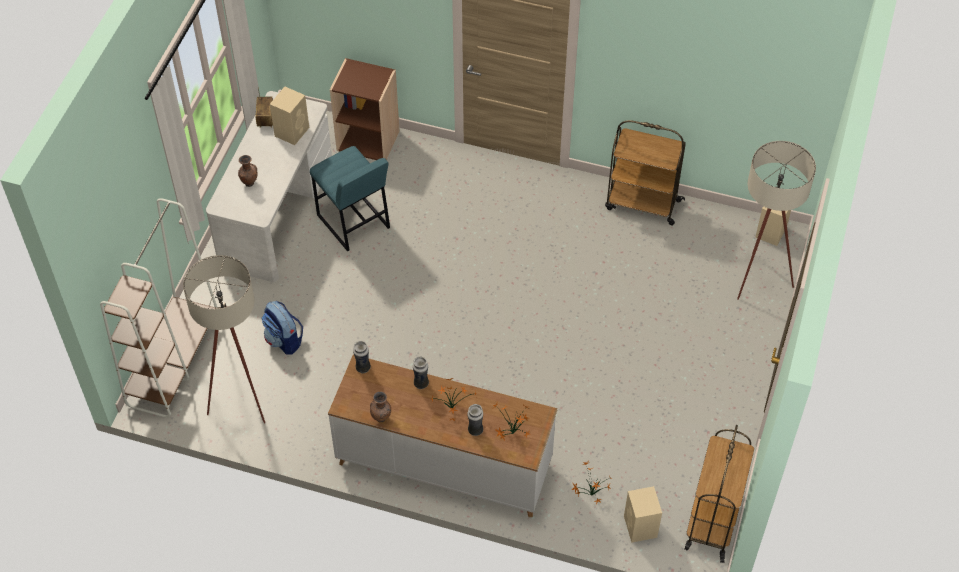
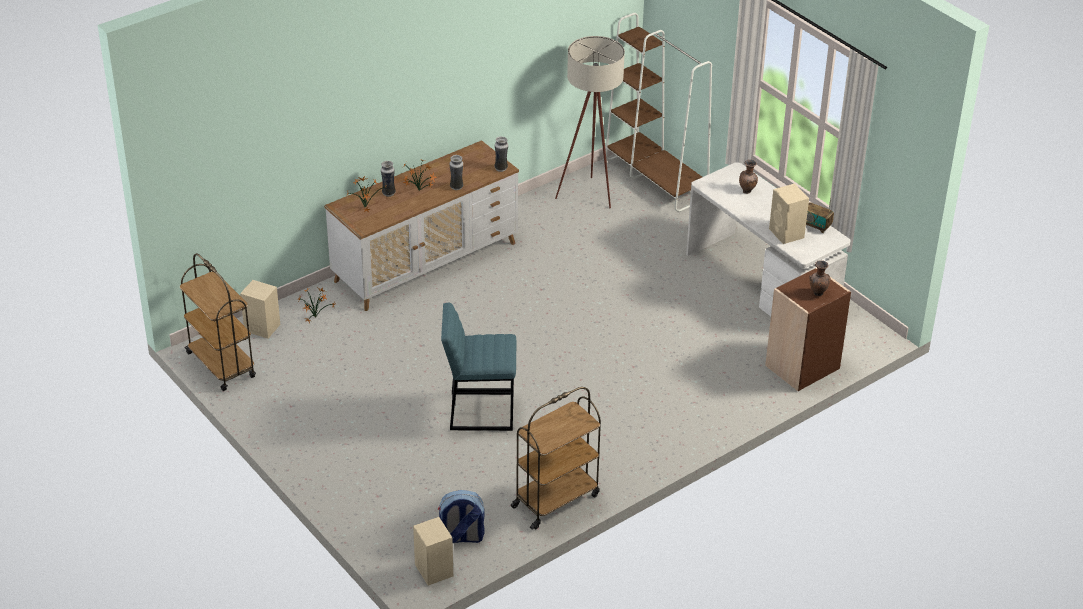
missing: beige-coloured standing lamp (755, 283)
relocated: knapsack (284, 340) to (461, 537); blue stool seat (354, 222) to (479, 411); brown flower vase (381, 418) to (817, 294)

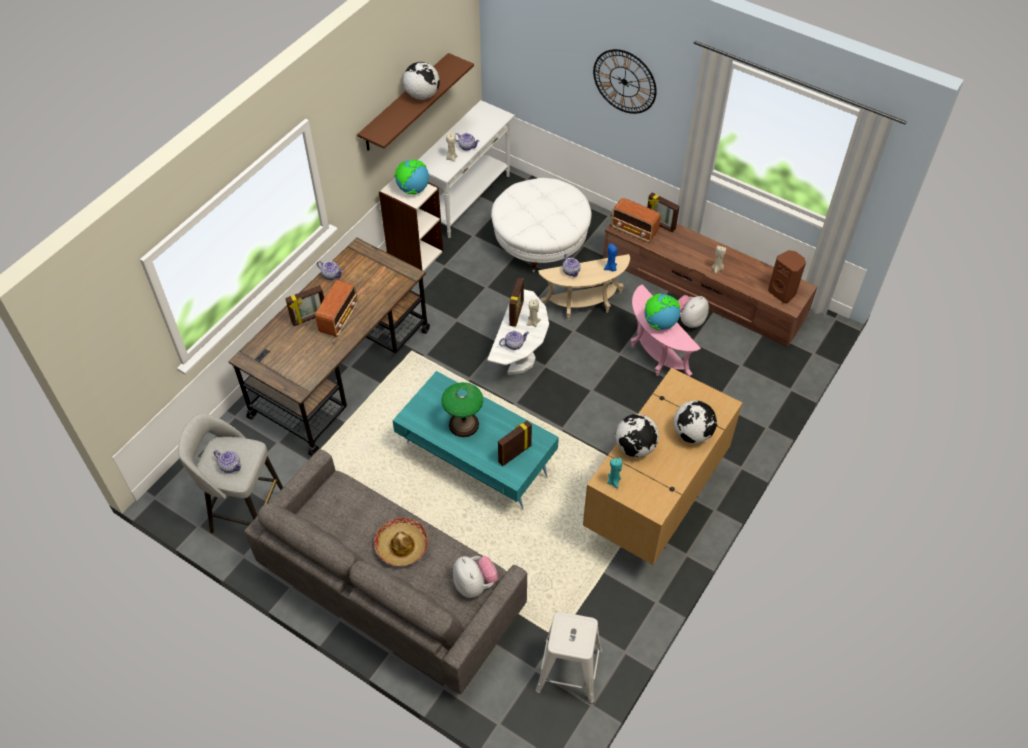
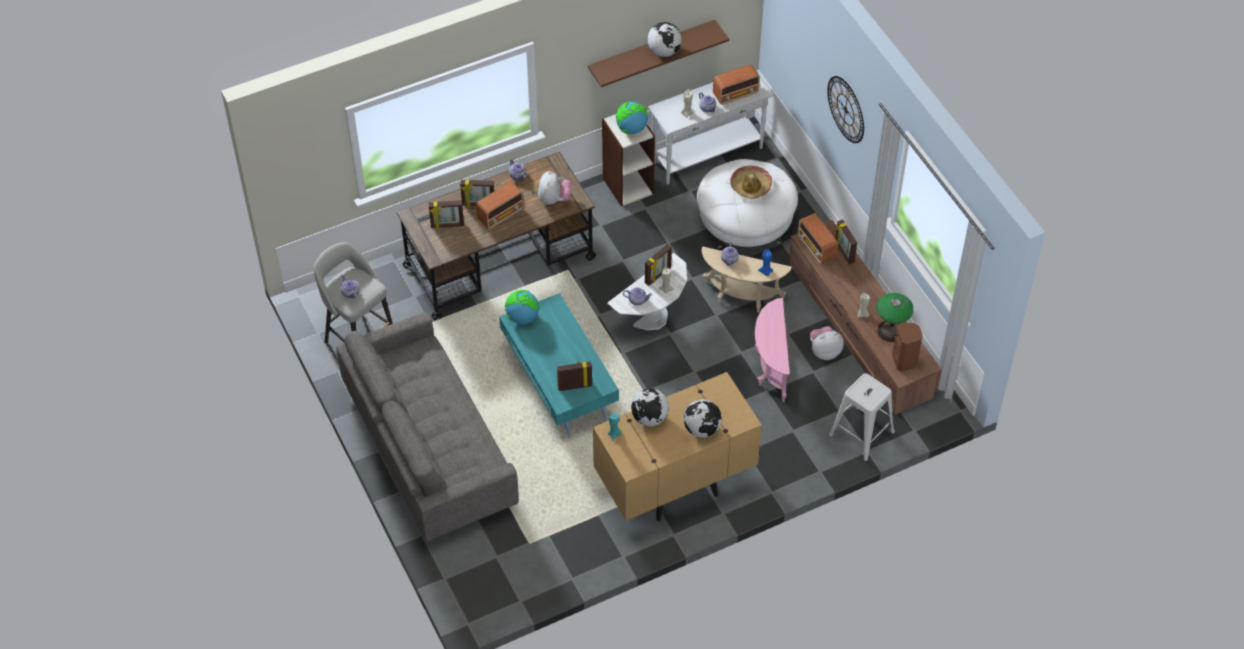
appeared: standing frame (447, 225); radio receiver (736, 94)
relocated: world globe (659, 323) to (522, 317); plush toy (475, 584) to (554, 199); wearable hat (401, 545) to (751, 186); whitish stool seat (569, 671) to (861, 433); table lamp (463, 424) to (890, 331)

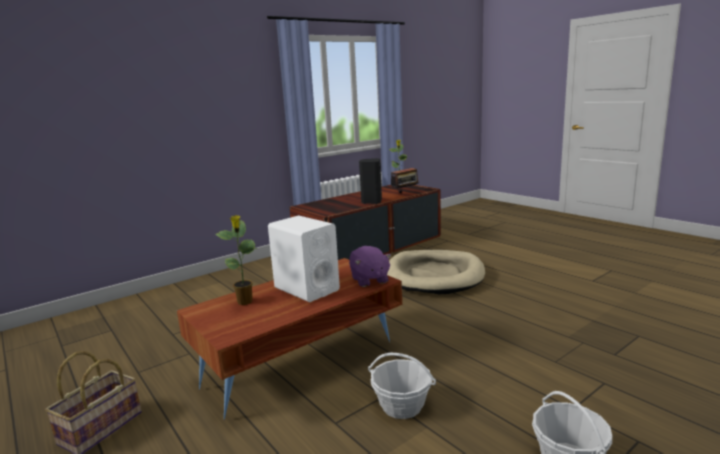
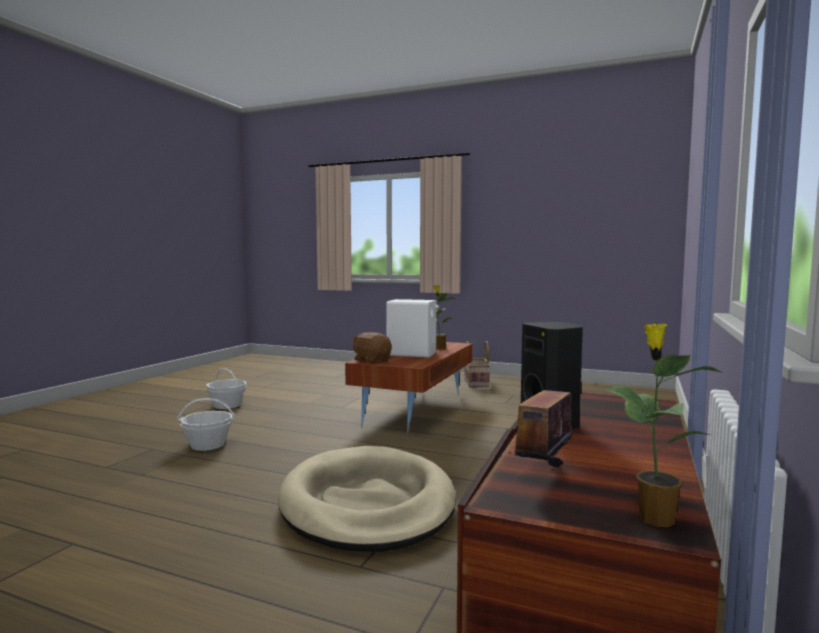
relocated: storage basket (401, 406) to (208, 445)
colour: purple plush toy (369, 280) to brown plush toy (372, 360)

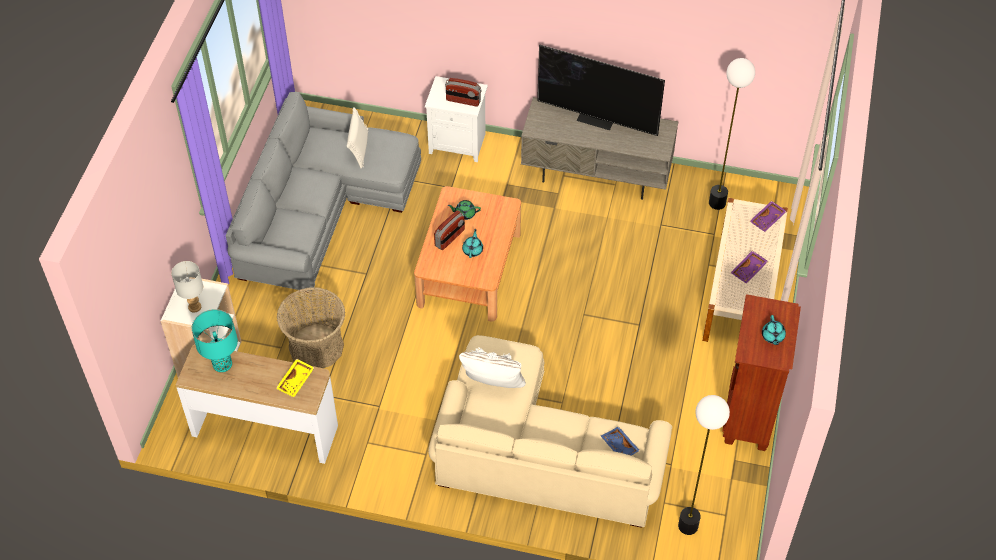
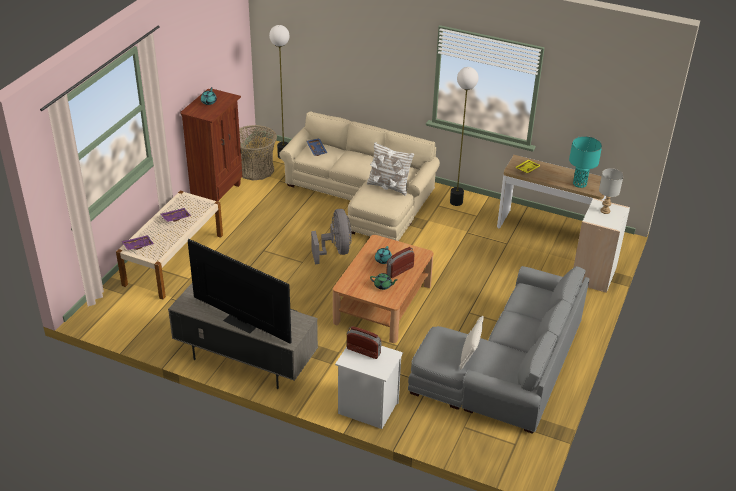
appeared: grey cooling fan (335, 251)
relocated: storage basket (316, 347) to (255, 170); standing lamp (716, 203) to (456, 202)

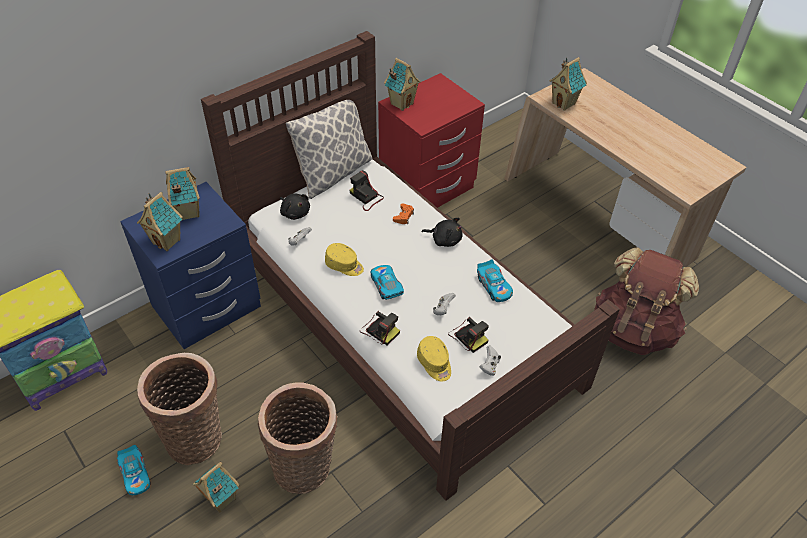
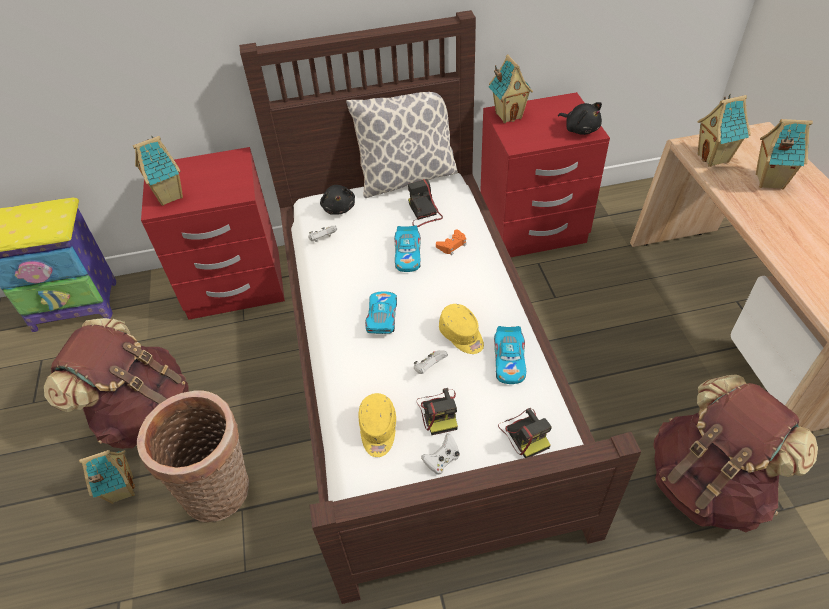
relocated: model car (135, 474) to (408, 255); yellow-coloured cap (344, 265) to (462, 336); still camera (379, 330) to (524, 433); black plush toy (444, 239) to (580, 129); miniature house (188, 212) to (768, 181)
exchanged: storage basket (196, 436) to brown knapsack (142, 412)
colour: blue night table (207, 307) to reddish night table (235, 285)

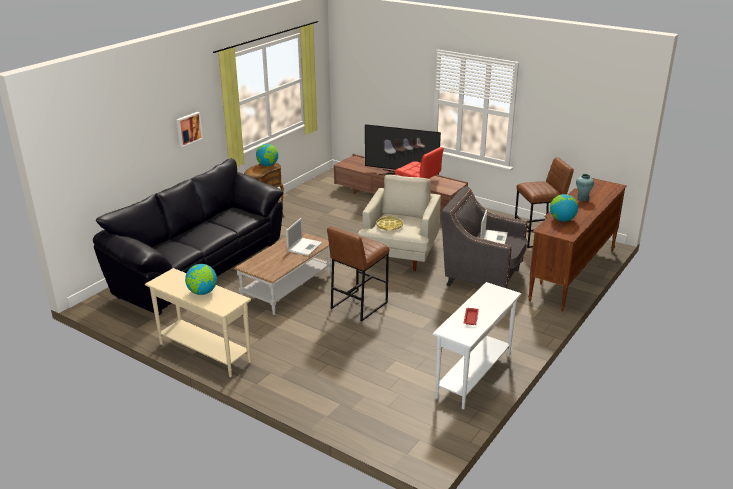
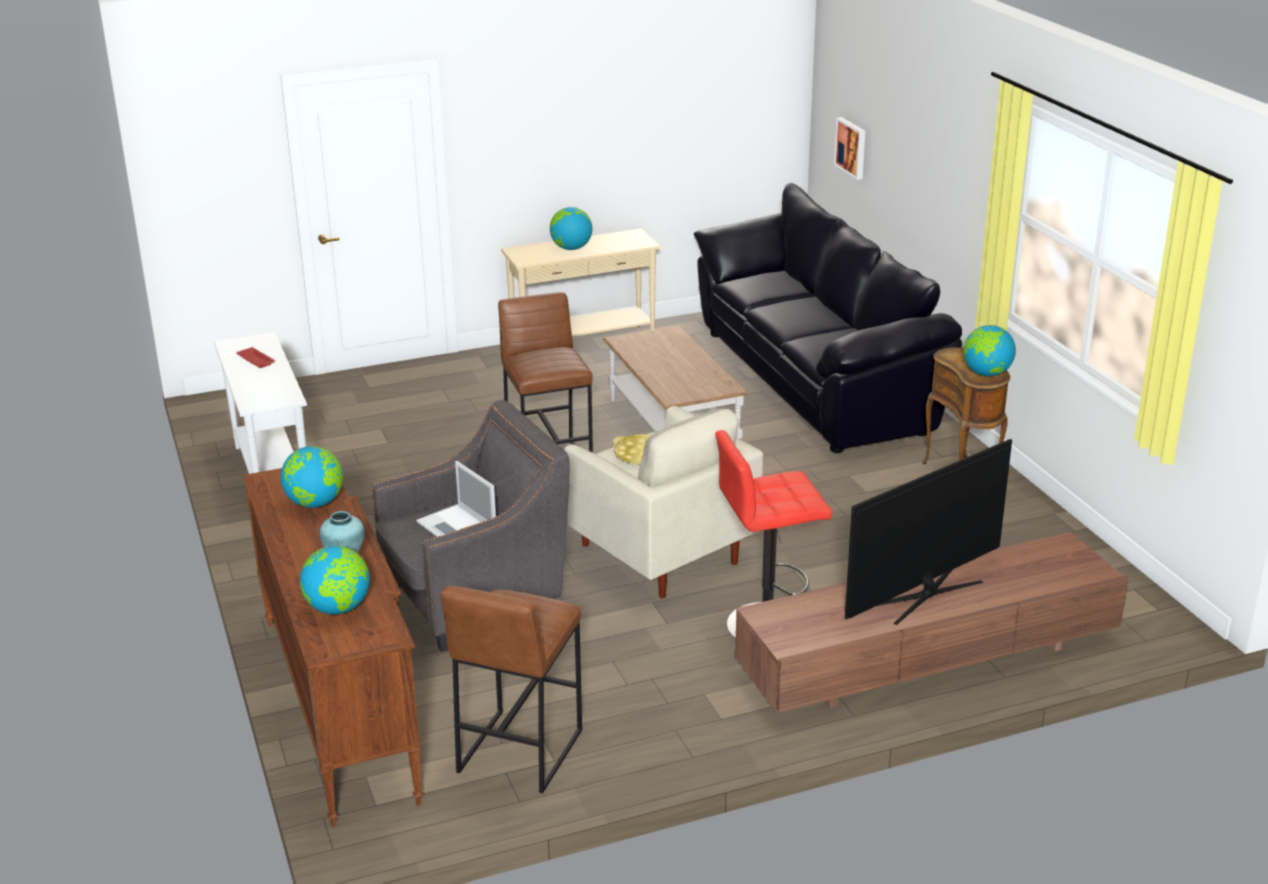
missing: laptop (305, 246)
appeared: world globe (338, 608)
relocated: wall picture (188, 129) to (852, 147)

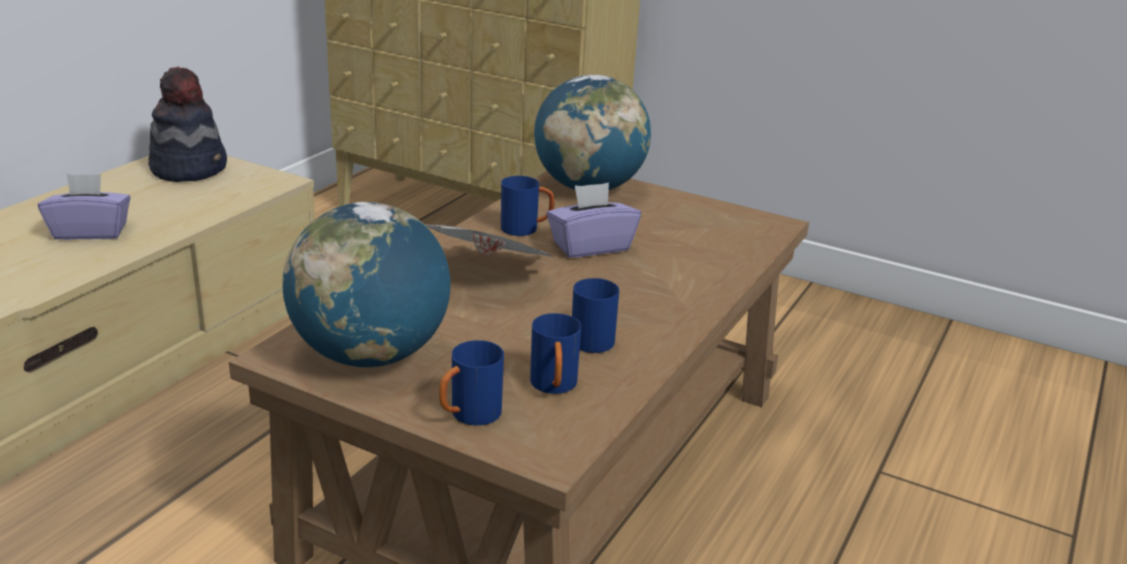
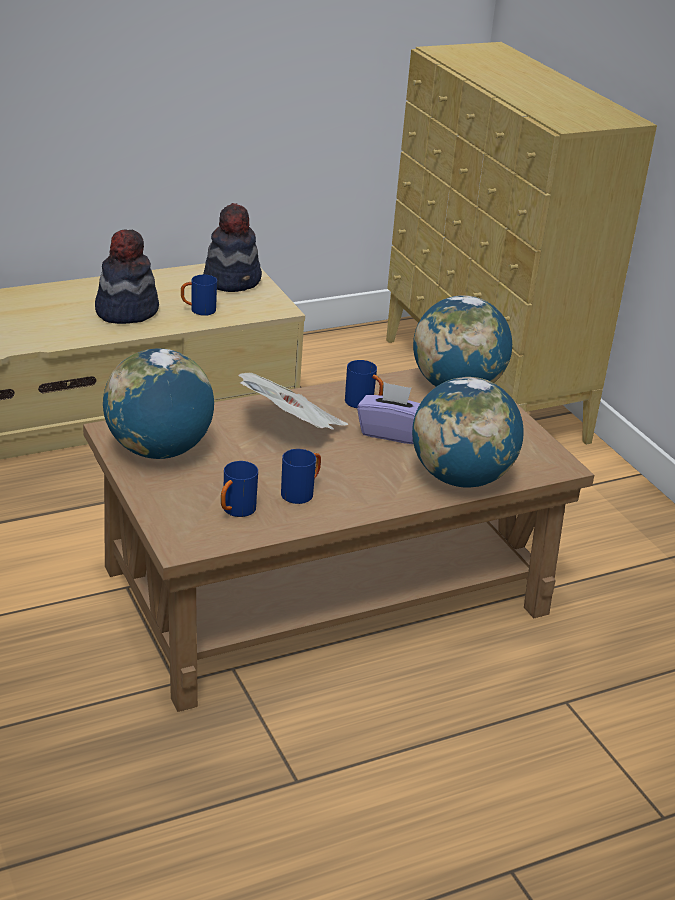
appeared: world globe (461, 478)
relocated: blue coffee mug (468, 416) to (198, 310)
exchanged: purple tissue holder (90, 232) to wearable hat (126, 310)

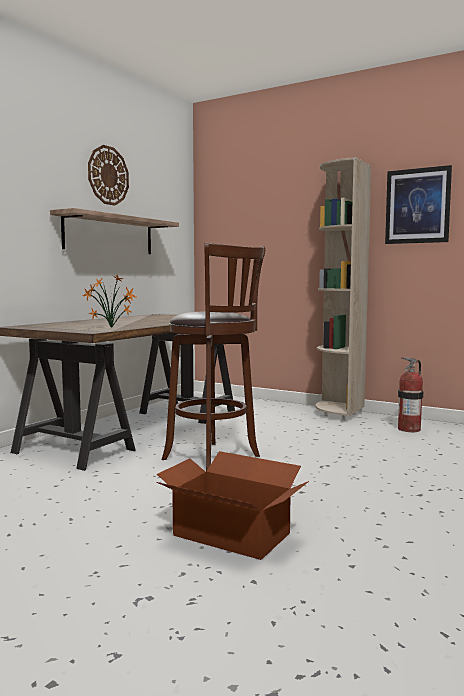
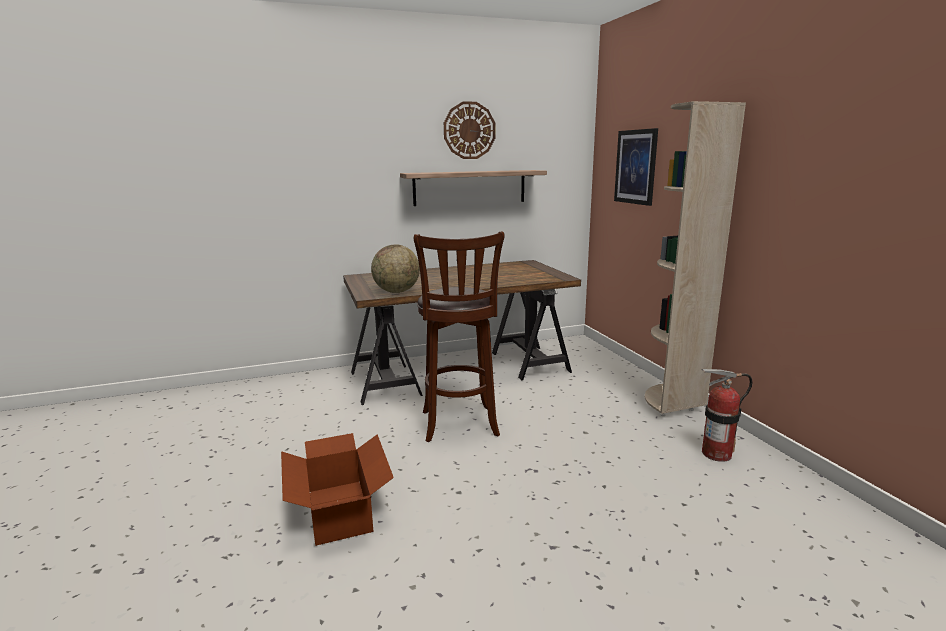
relocated: wall picture (417, 206) to (636, 167)
exchanged: plant in a pot (112, 328) to world globe (397, 291)

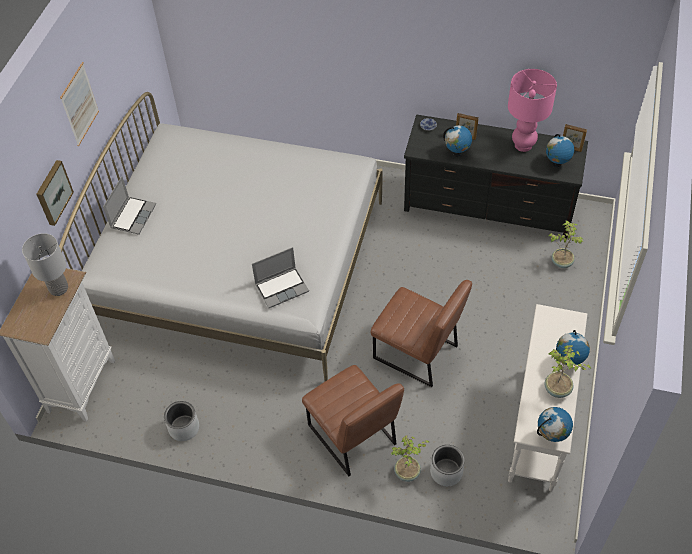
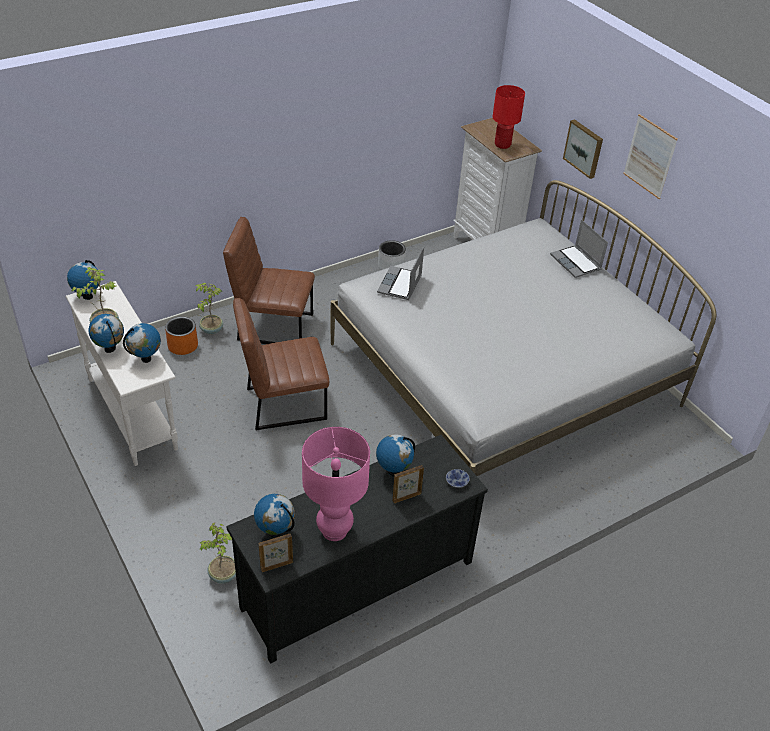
appeared: world globe (146, 359)
colour: grey plant pot (446, 472) to orange-coloured plant pot (182, 345); grey table lamp (59, 289) to reddish table lamp (502, 146)

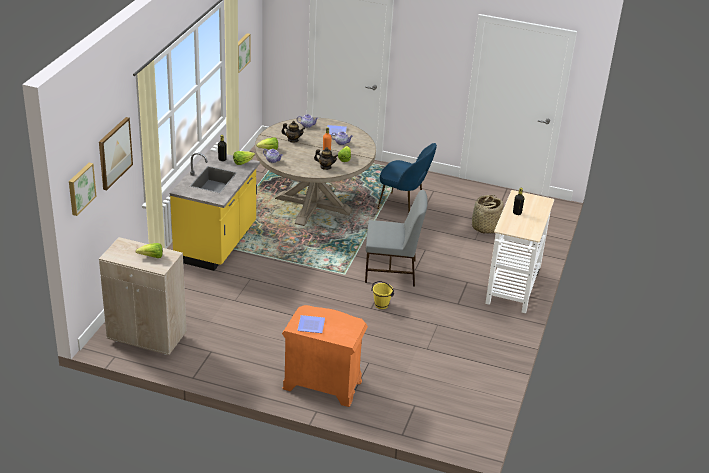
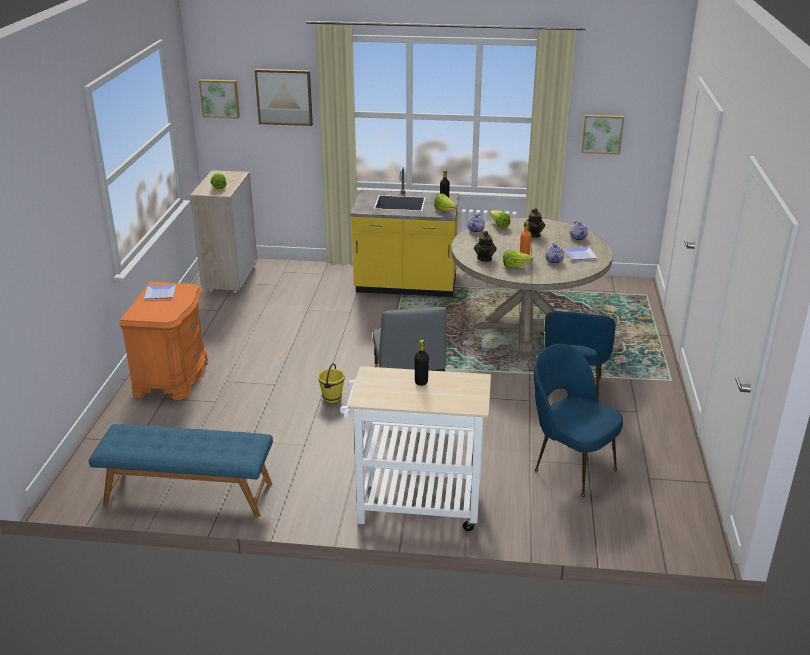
appeared: blue bench (188, 494)
exchanged: storage basket (485, 227) to blue upright chair (570, 467)

